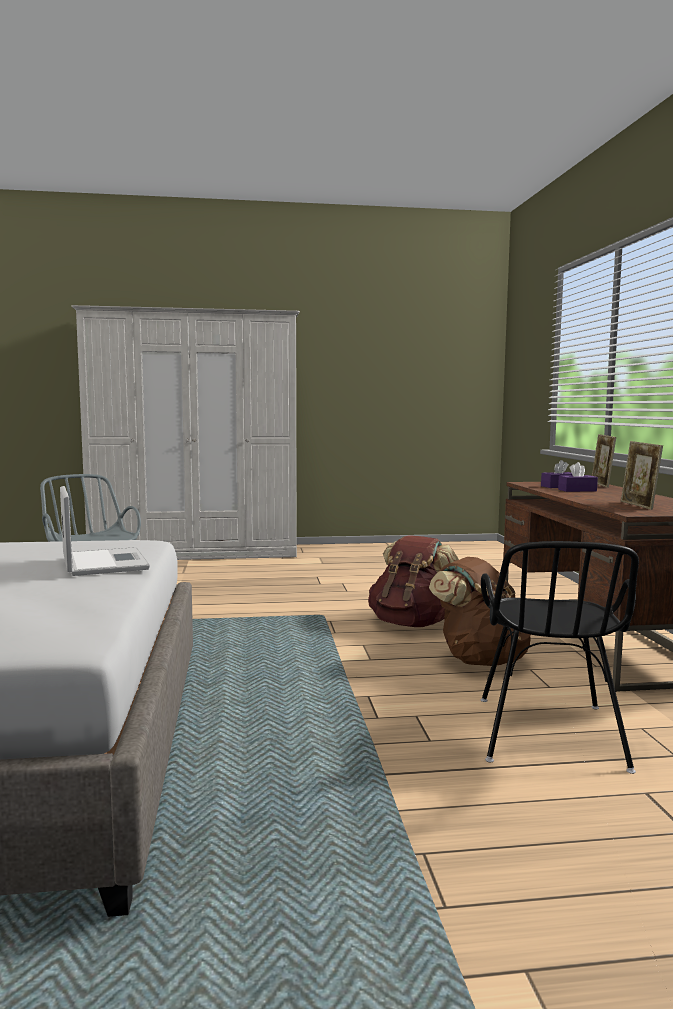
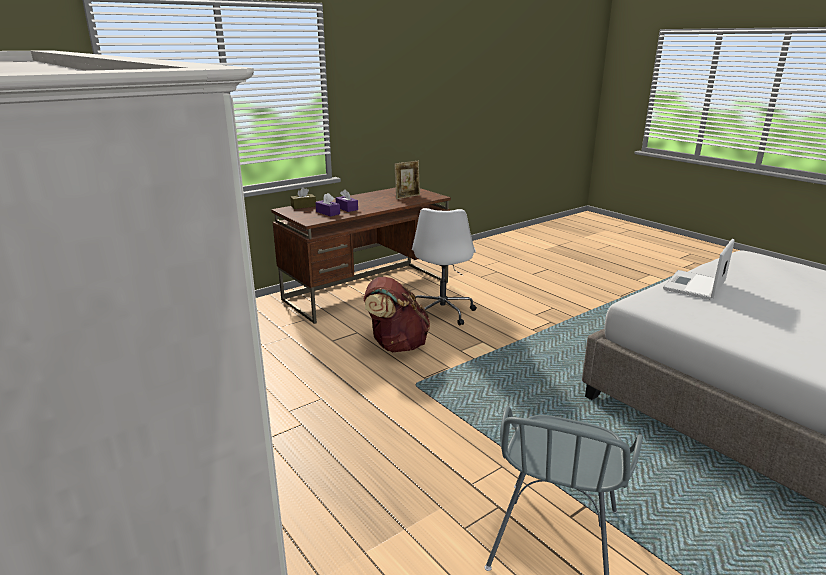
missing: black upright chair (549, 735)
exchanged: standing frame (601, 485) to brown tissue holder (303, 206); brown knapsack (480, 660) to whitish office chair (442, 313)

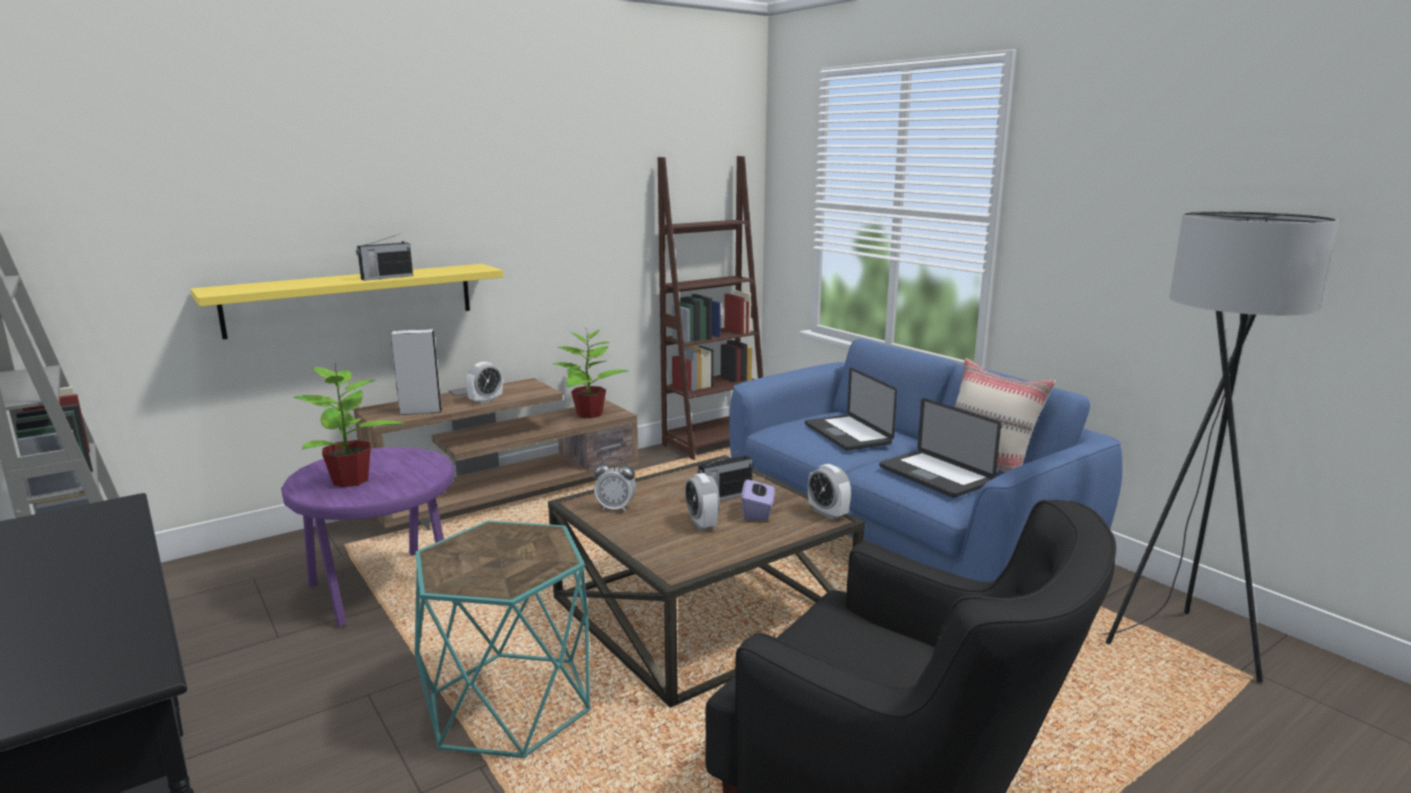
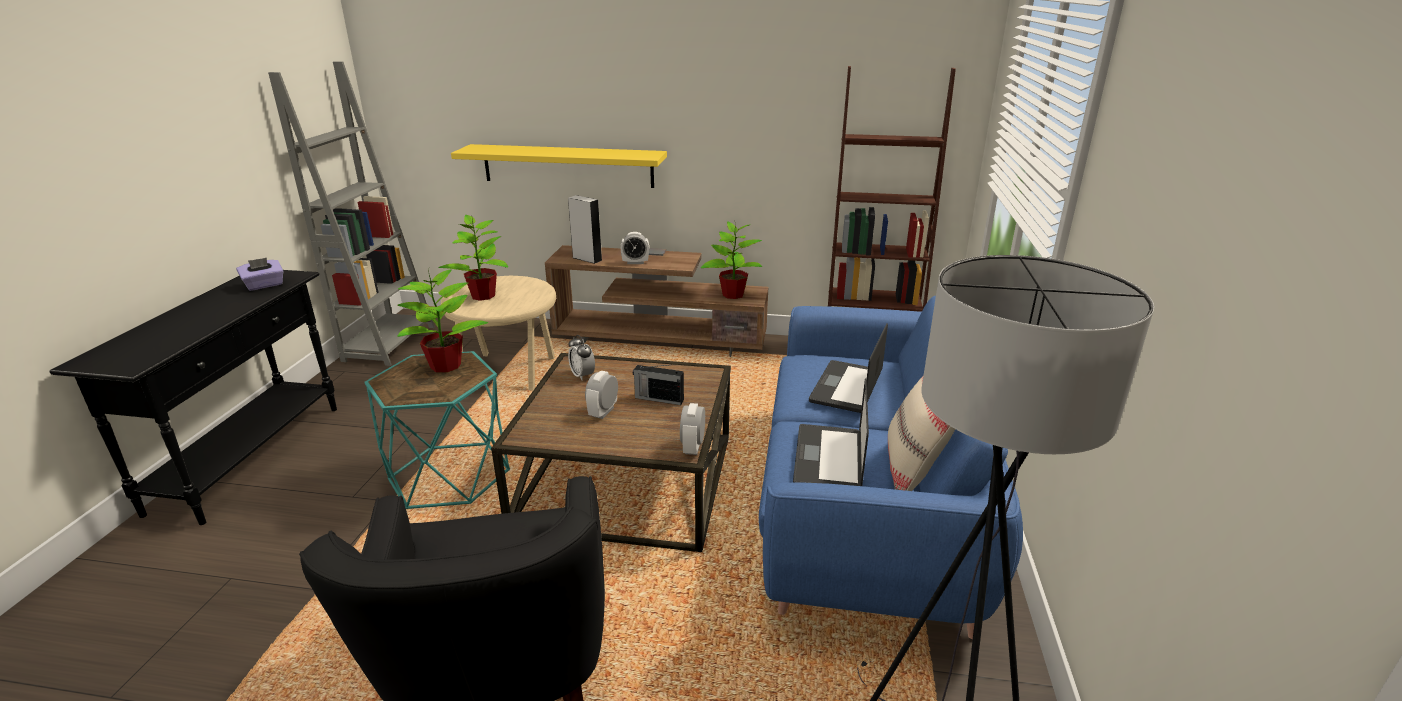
missing: radio receiver (386, 277)
appeared: plant in a pot (446, 365)
relocated: purple tissue holder (758, 512) to (264, 285)
colour: purple side table (384, 587) to beige-coloured side table (509, 373)

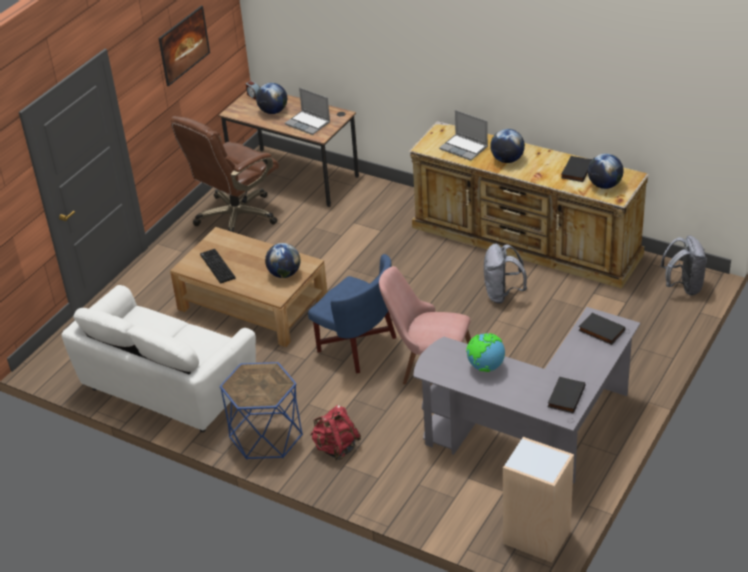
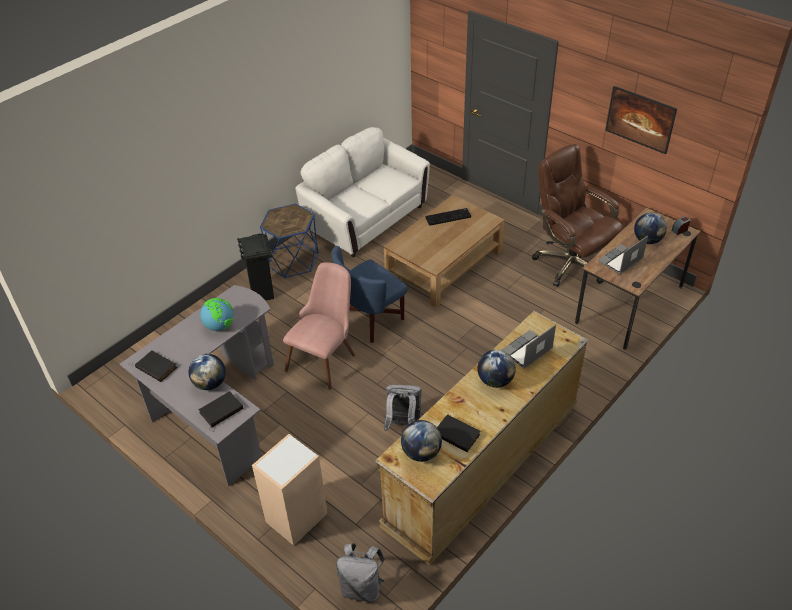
relocated: world globe (284, 274) to (210, 383); bookcase (537, 537) to (295, 518)
exchanged: reddish knapsack (336, 448) to black trash can (262, 293)

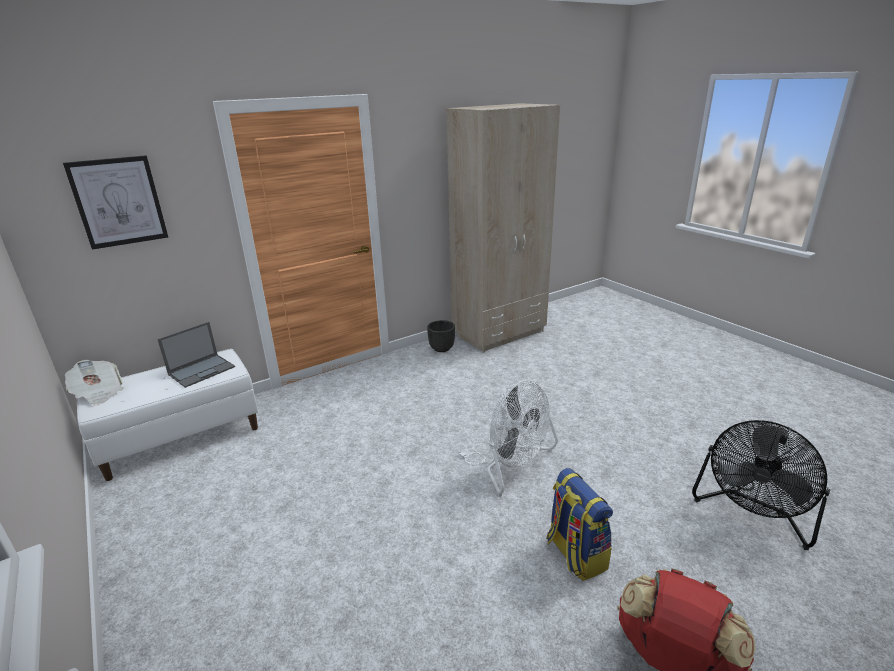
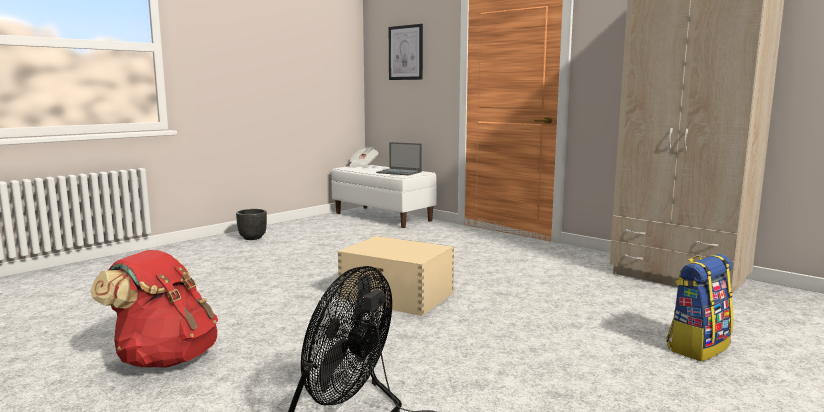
relocated: black plant pot (442, 348) to (252, 238); knapsack (575, 554) to (697, 347)
exchanged: whitish cooling fan (509, 465) to beige-coloured storage box (397, 296)

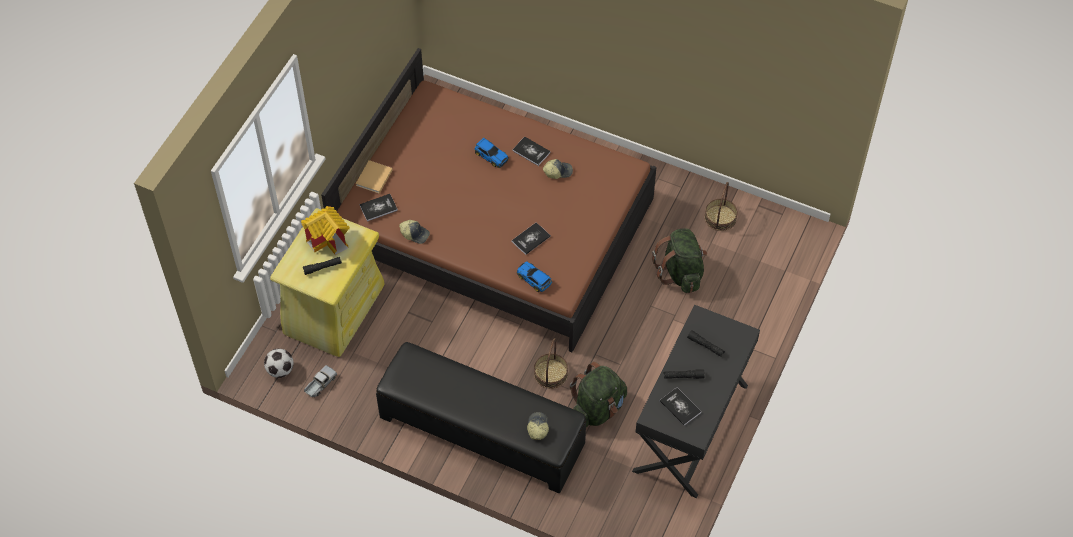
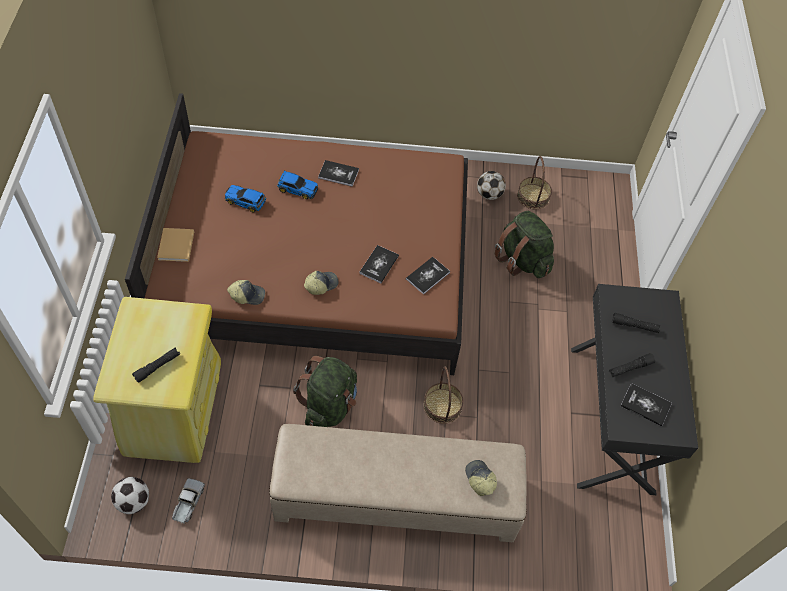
missing: miniature house (329, 240)
appeared: football ball (489, 194)
relocated: model car (534, 279) to (246, 201); green knapsack (597, 409) to (329, 405); cap (558, 171) to (321, 284); bound book (378, 208) to (427, 276)
colour: black bench (480, 430) to beige-coloured bench (395, 497)

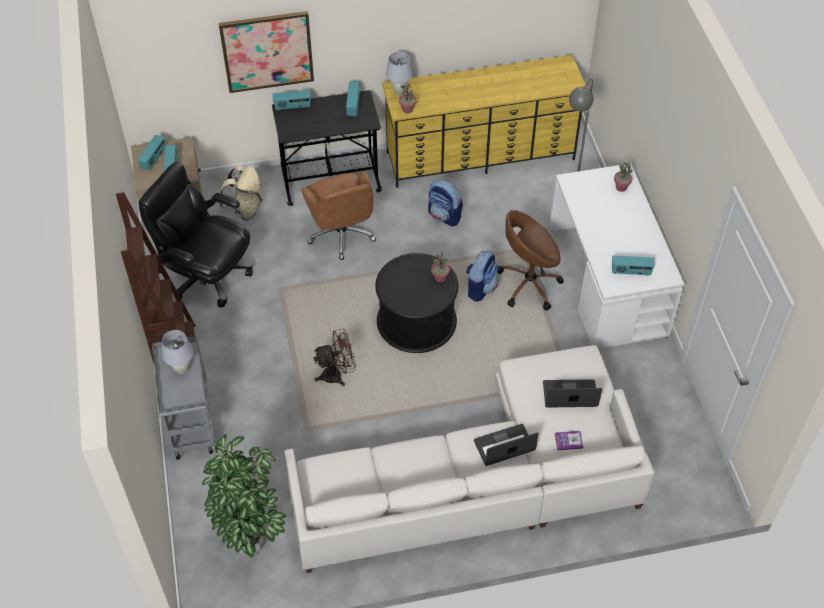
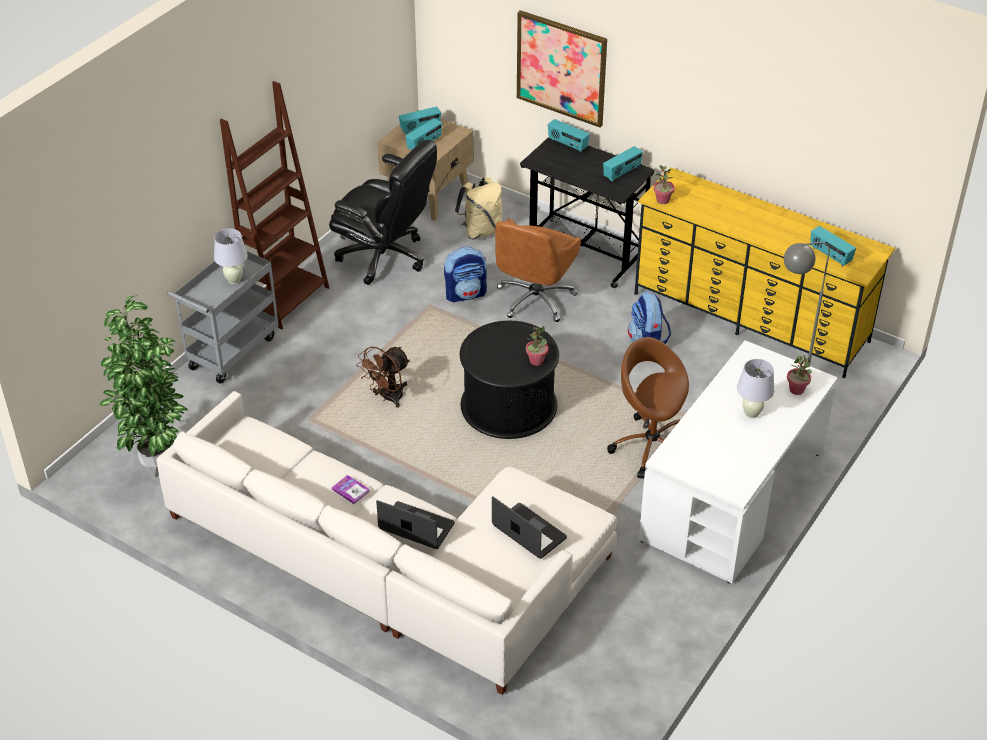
relocated: bound book (568, 441) to (350, 490); knapsack (480, 288) to (466, 294); whitish table lamp (399, 92) to (751, 413); radio receiver (630, 272) to (830, 255)
spun: black office chair (207, 276) = (386, 260) 135 degrees clockwise; brown cooling fan (337, 374) = (387, 398) 105 degrees clockwise

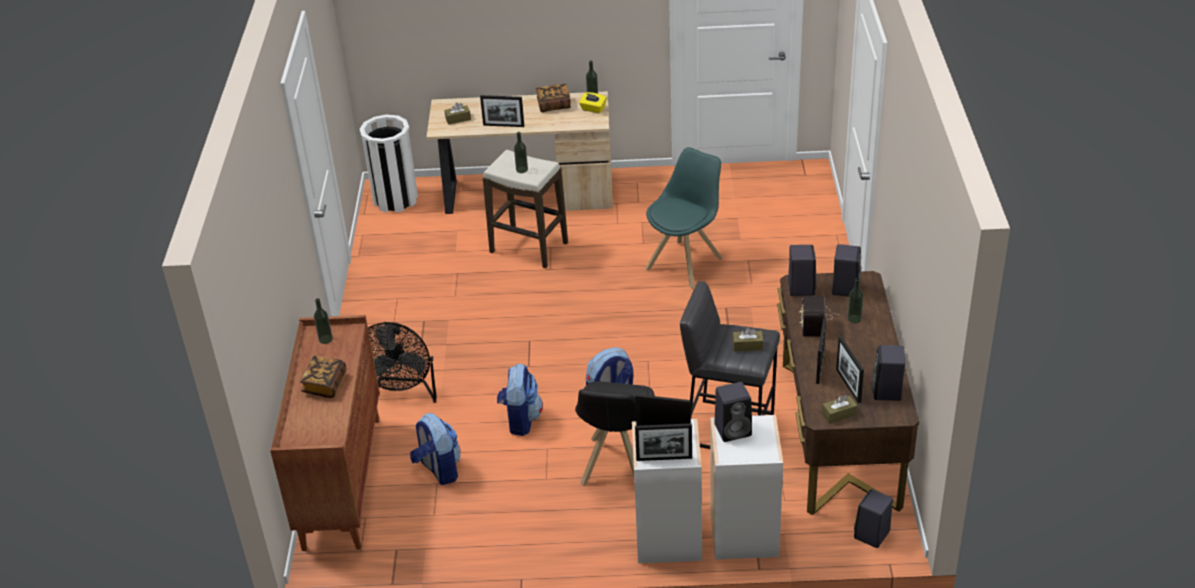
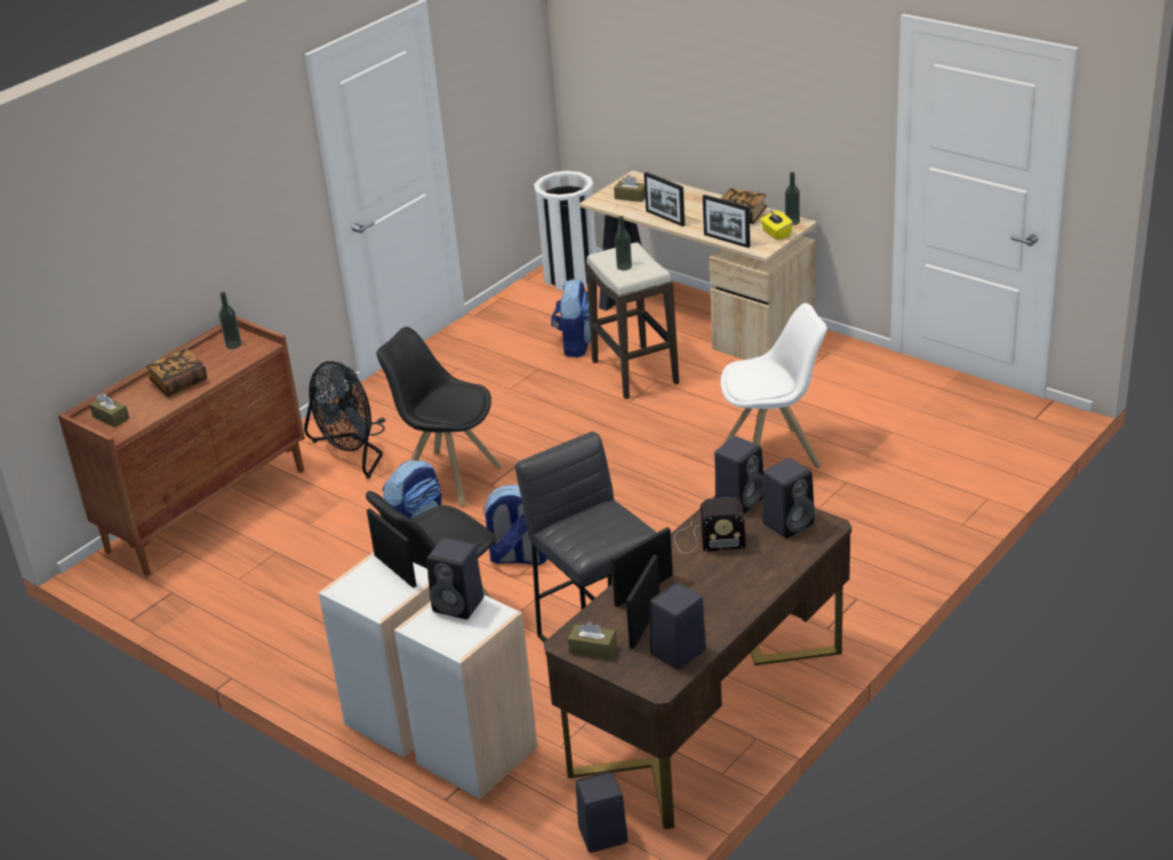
missing: bottle (854, 319)
appeared: black upright chair (449, 477)
relocated: brown tissue holder (747, 346) to (111, 417); knapsack (438, 469) to (576, 345); standing frame (664, 458) to (726, 240)
colour: turquoise upright chair (685, 263) to whitish upright chair (773, 455)
spun: radio receiver (814, 320) = (707, 540) 135 degrees counterclockwise

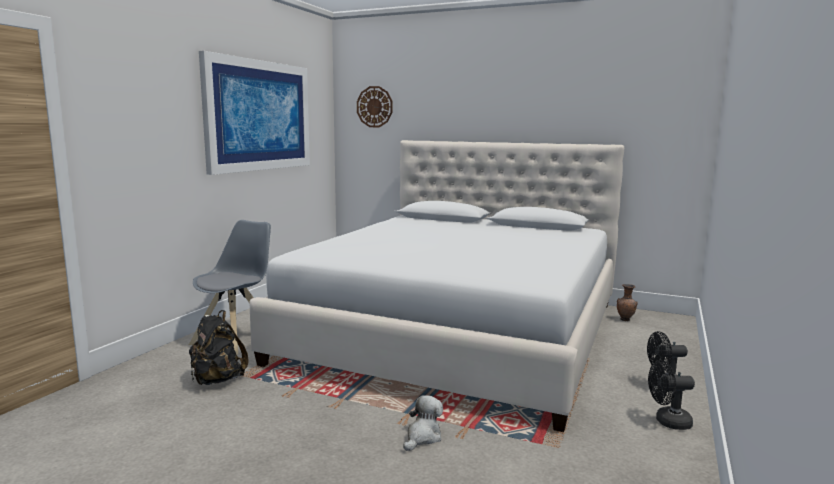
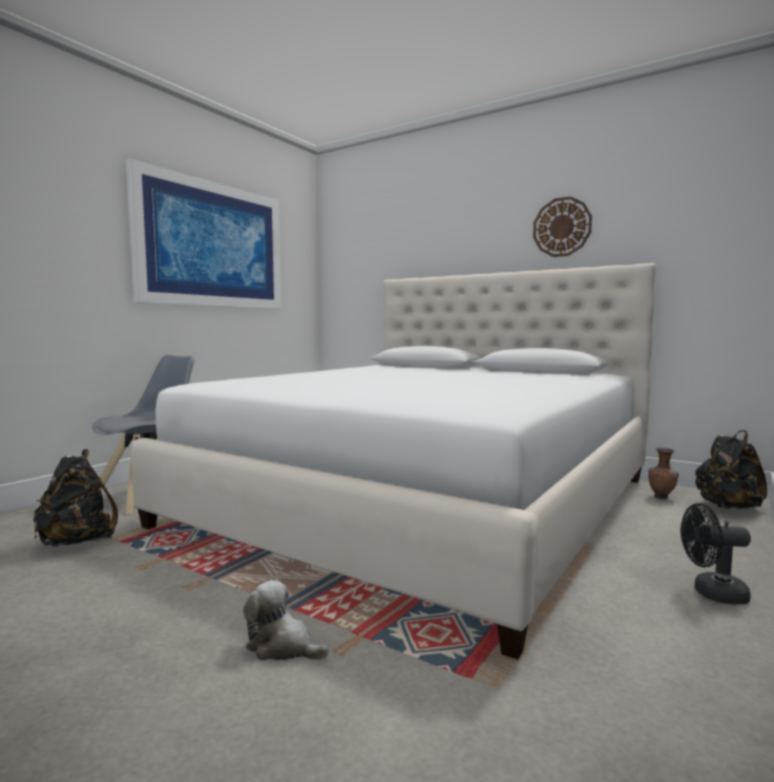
missing: black cooling fan (667, 422)
appeared: black knapsack (728, 507)
relocated: clock on the wall (374, 107) to (562, 227)
spun: plush toy (423, 437) = (282, 646) 105 degrees counterclockwise

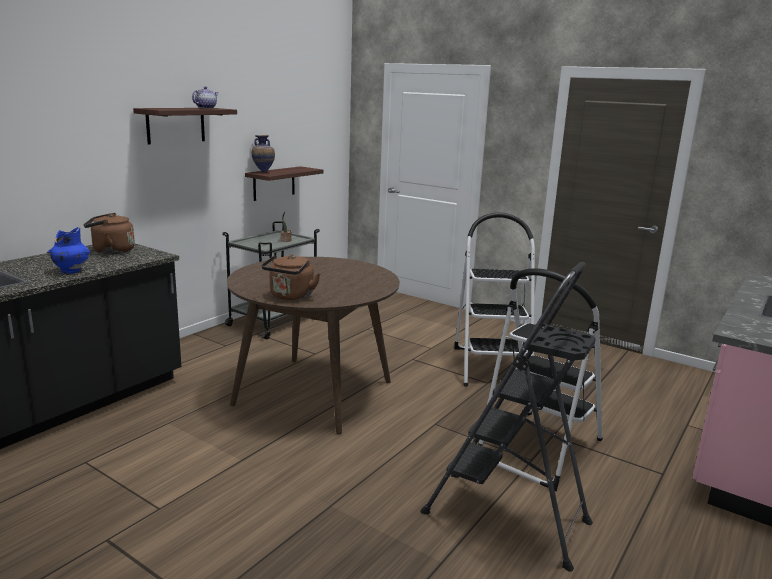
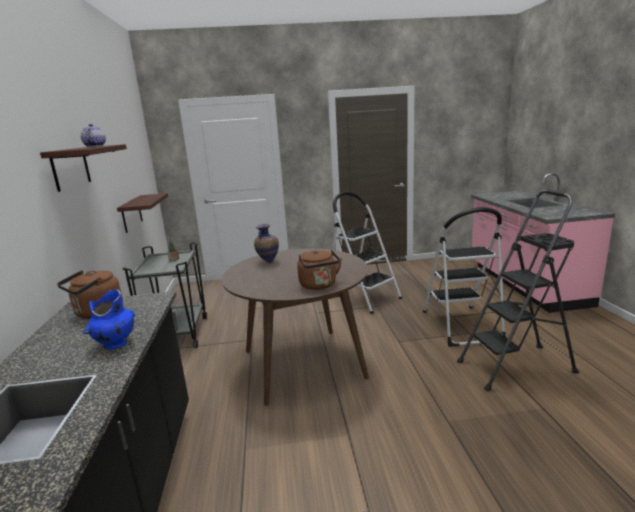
relocated: flower vase (263, 172) to (268, 262)

